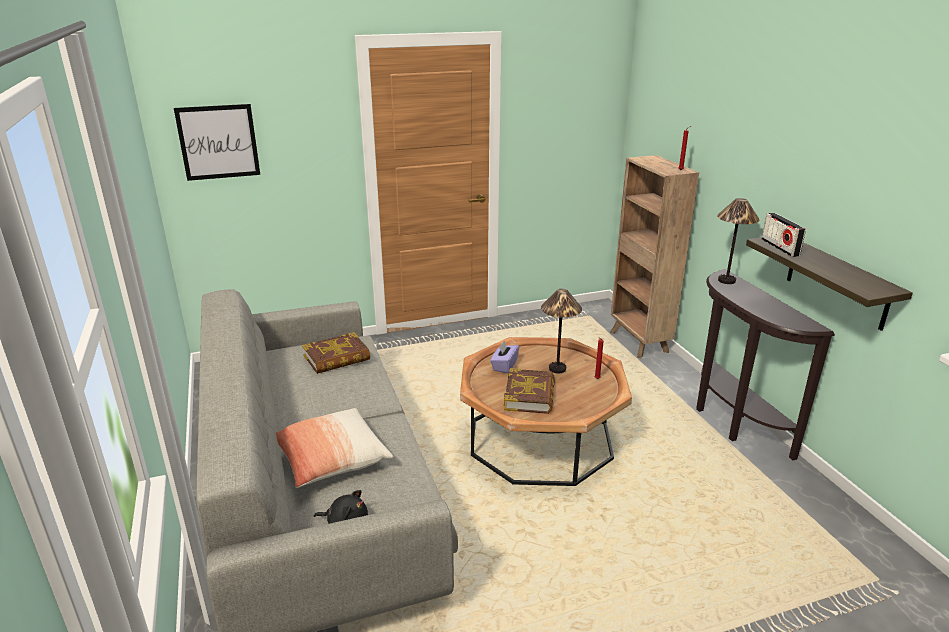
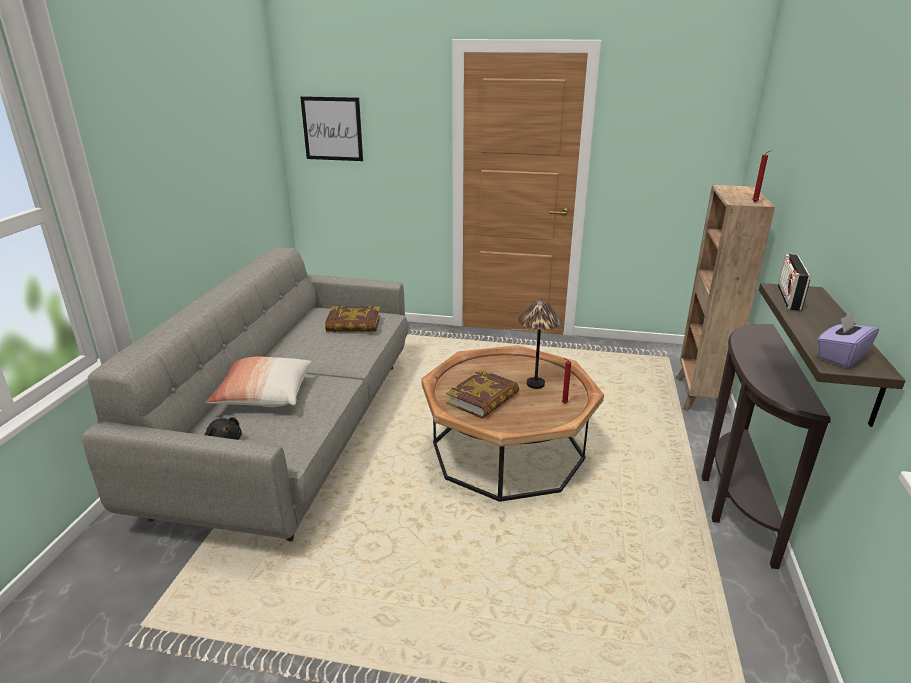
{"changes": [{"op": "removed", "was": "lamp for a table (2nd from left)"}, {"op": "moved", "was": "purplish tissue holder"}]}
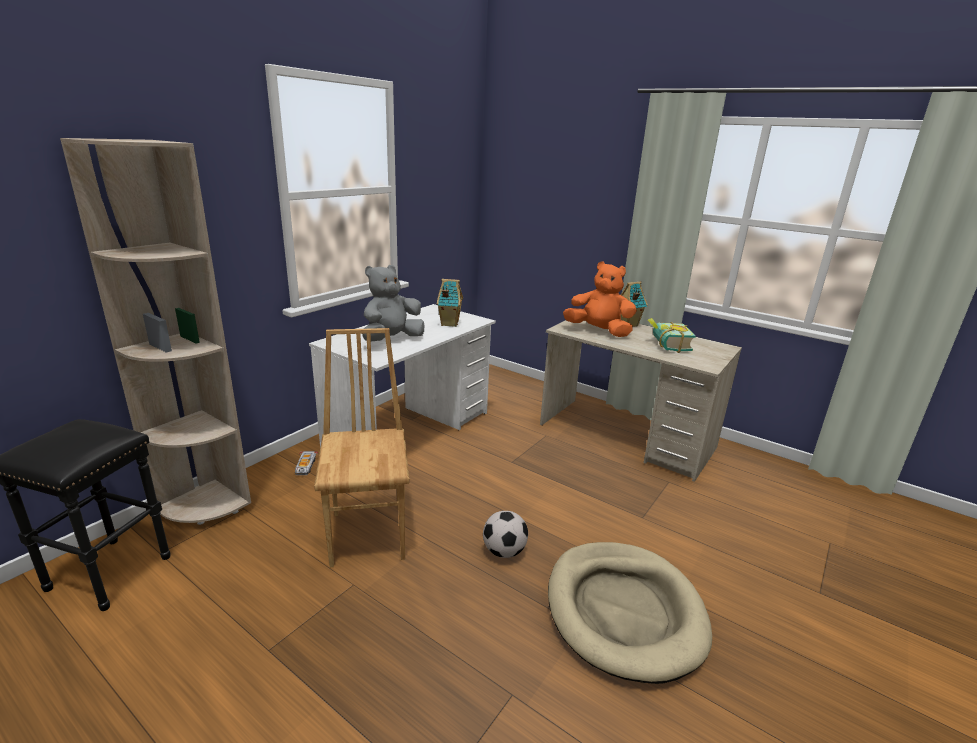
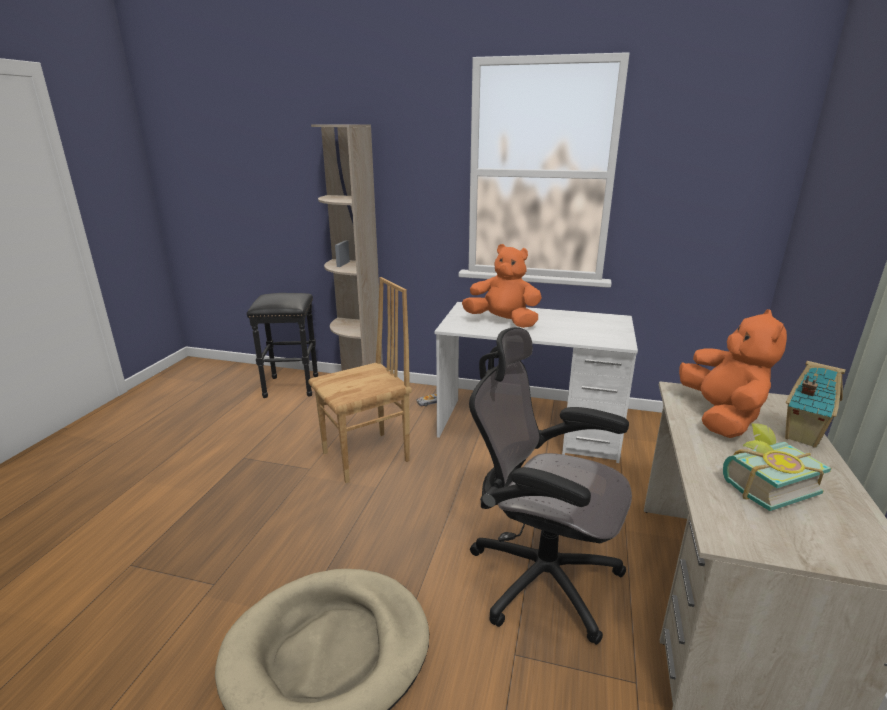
{"changes": [{"op": "recoloured", "was": "grey cuddly toy", "now": "orangey cuddly toy (1st from left)"}, {"op": "removed", "was": "toy house (1st from left)"}, {"op": "removed", "was": "football"}, {"op": "added", "now": "desk chair"}]}
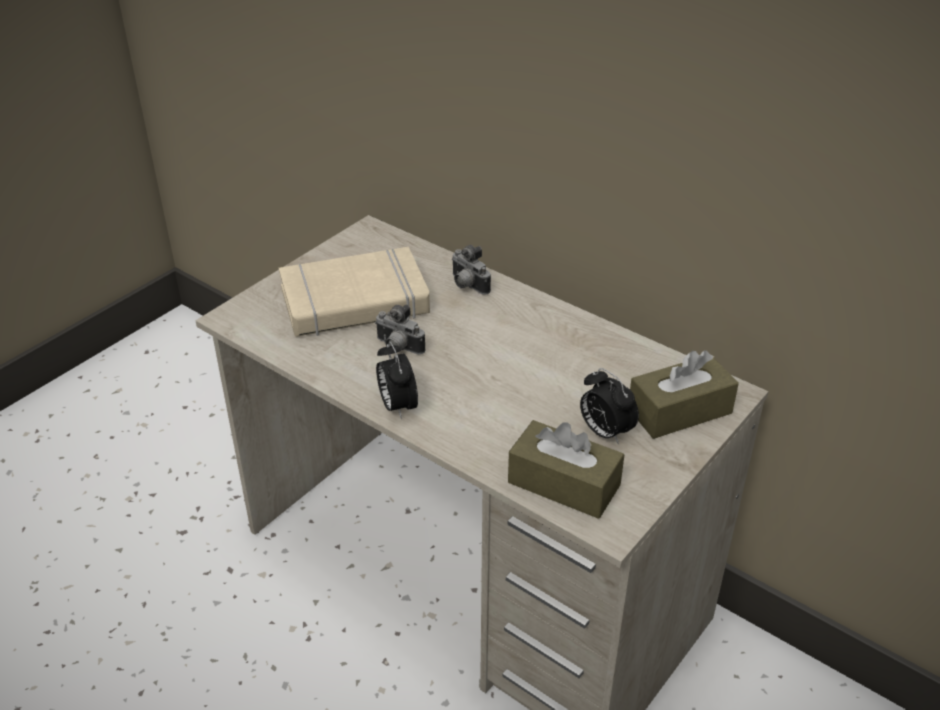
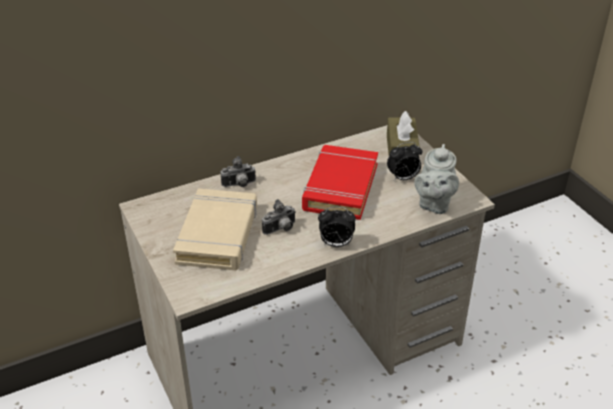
{"changes": [{"op": "replaced", "was": "brown-coloured tissue holder (1st from left)", "now": "grey tea pot"}, {"op": "added", "now": "red-coloured volume"}]}
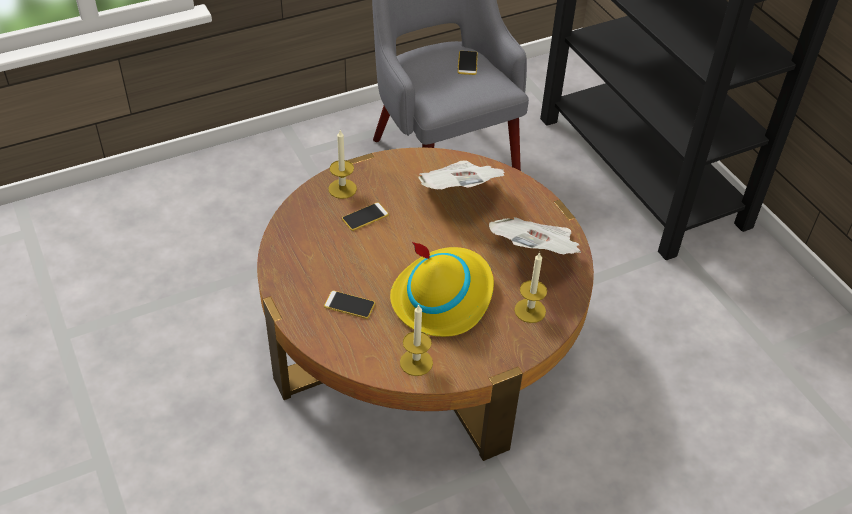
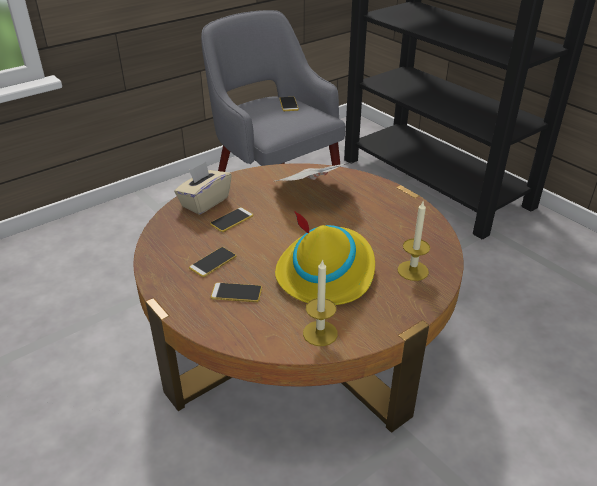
{"changes": [{"op": "replaced", "was": "wax candle (1st from left)", "now": "beige tissue holder"}, {"op": "removed", "was": "newspaper (2nd from left)"}, {"op": "added", "now": "telephone (1st from left)"}]}
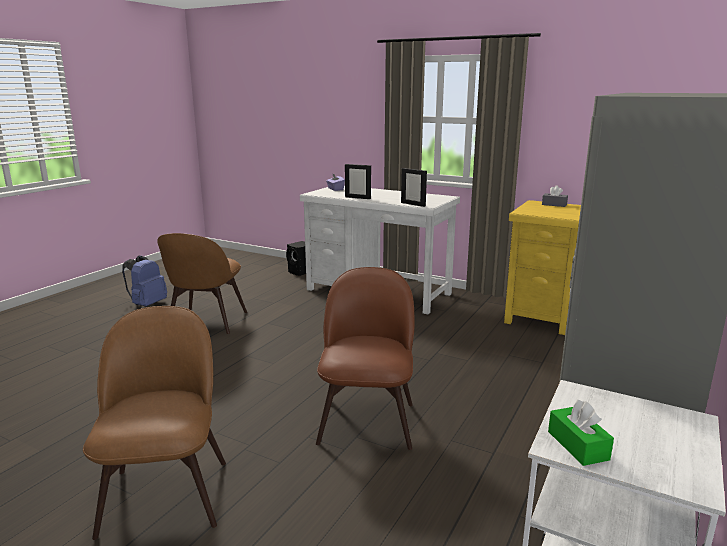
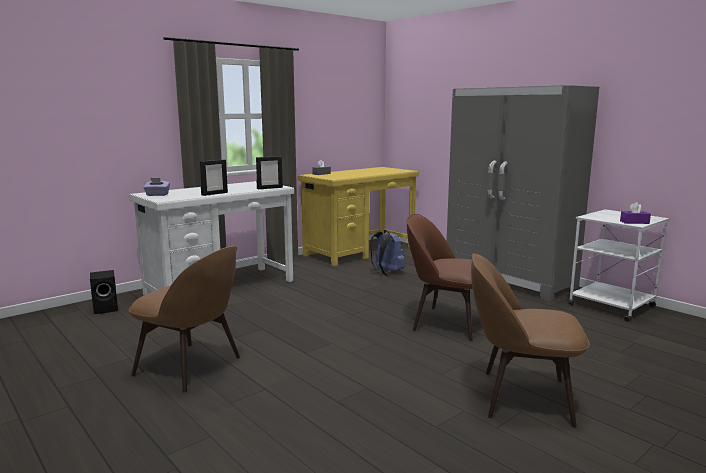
{"changes": [{"op": "moved", "was": "blue-coloured rucksack"}, {"op": "recoloured", "was": "green tissue holder", "now": "purplish tissue holder (2nd from left)"}]}
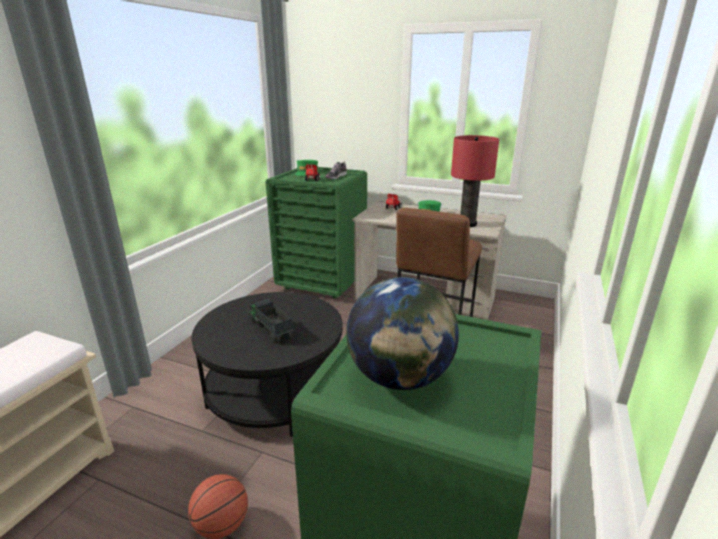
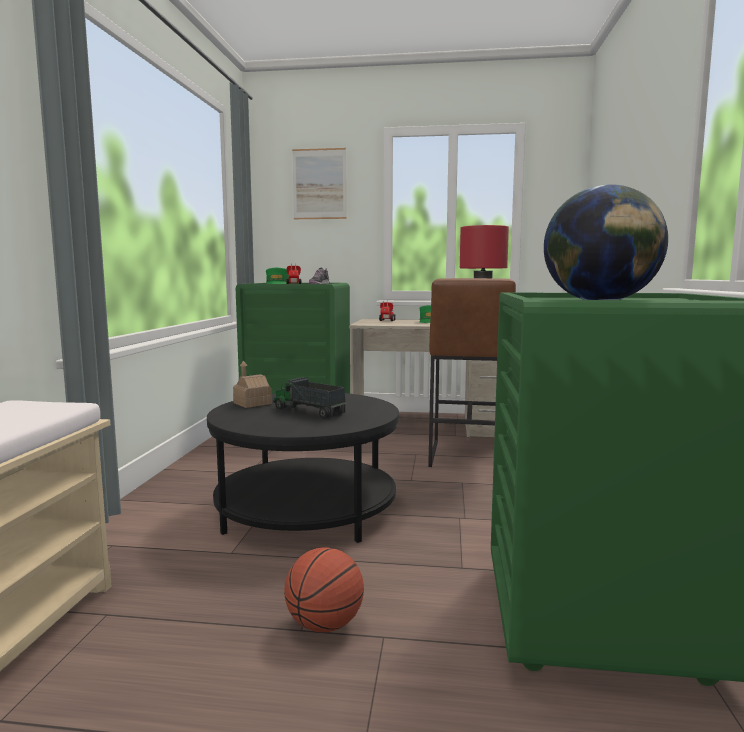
{"changes": [{"op": "added", "now": "picture"}, {"op": "added", "now": "toy house"}]}
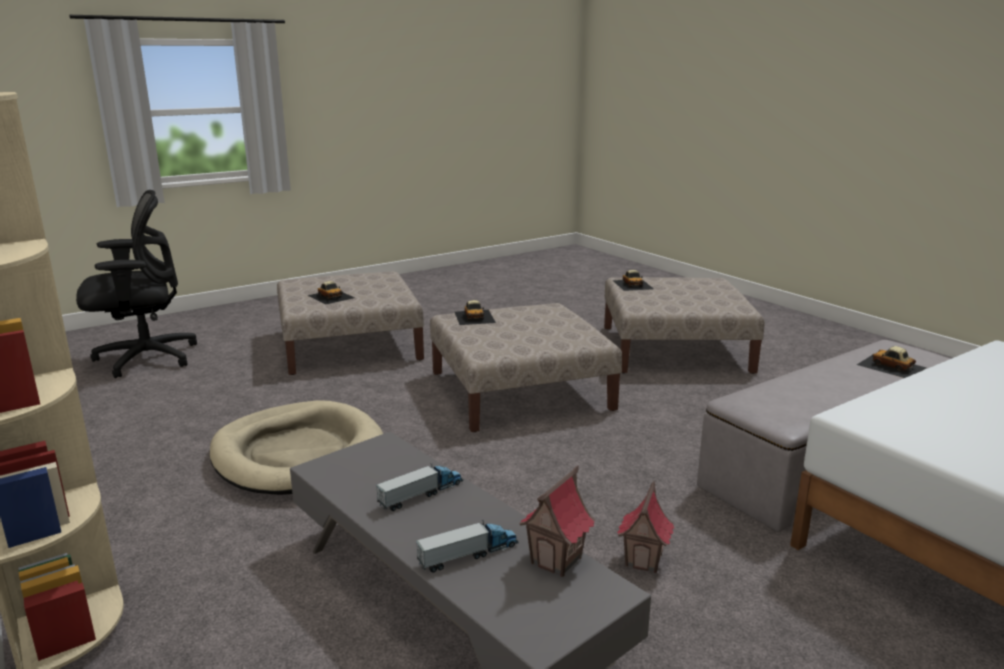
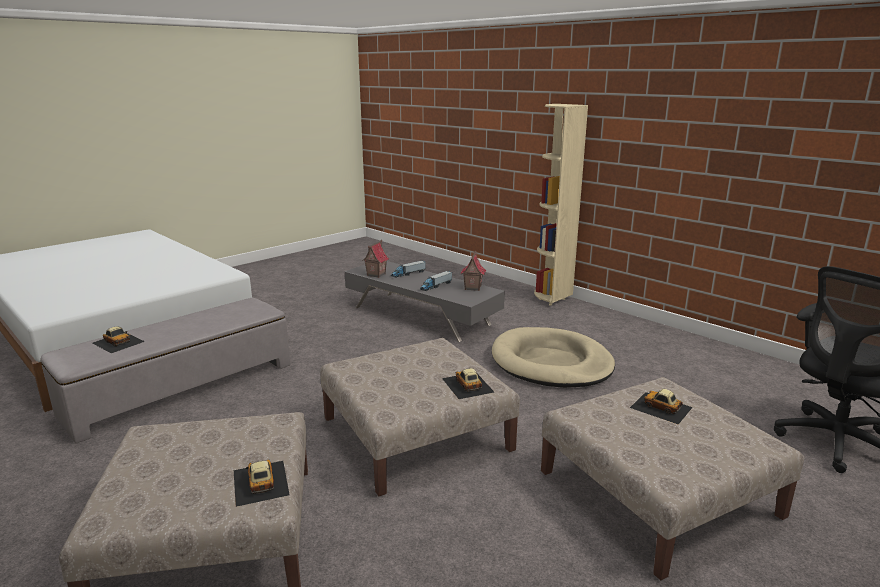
{"changes": [{"op": "moved", "was": "toy house (2nd from left)"}]}
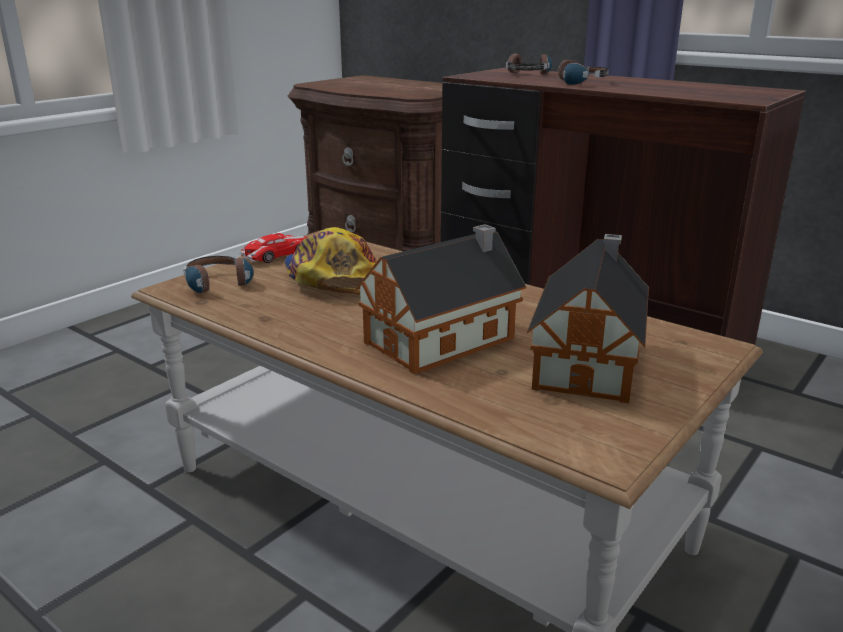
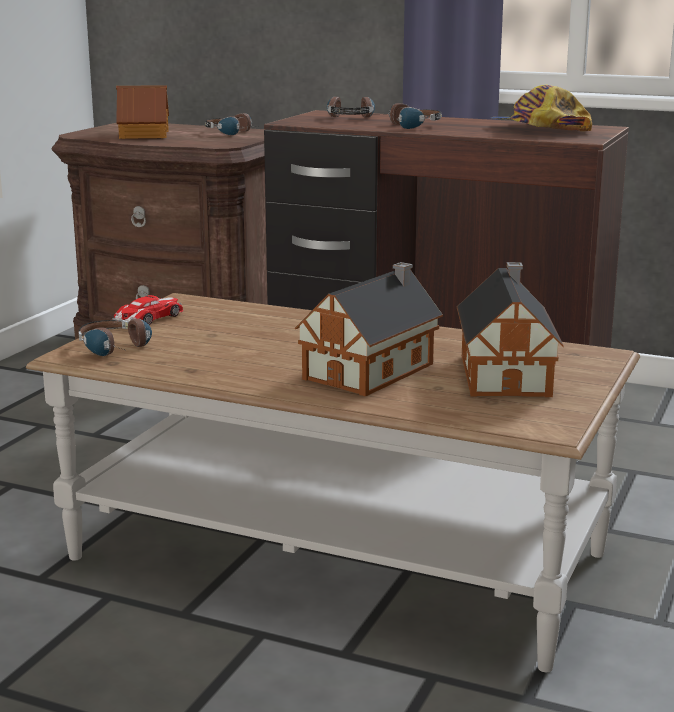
{"changes": [{"op": "moved", "was": "cap"}, {"op": "added", "now": "toy house (1st from left)"}, {"op": "added", "now": "headphones (2nd from left)"}]}
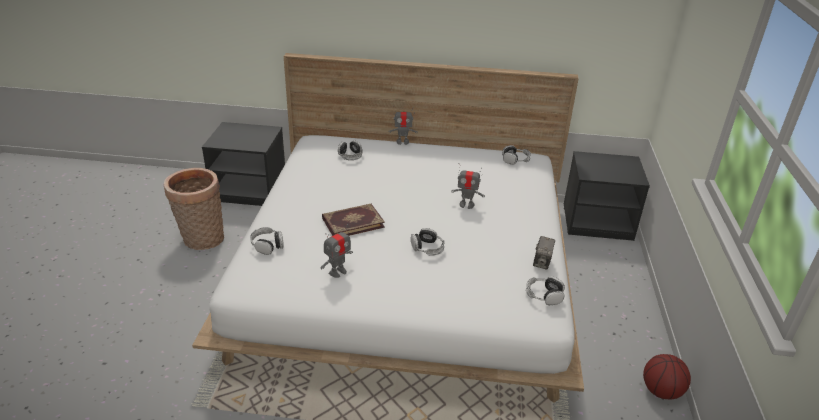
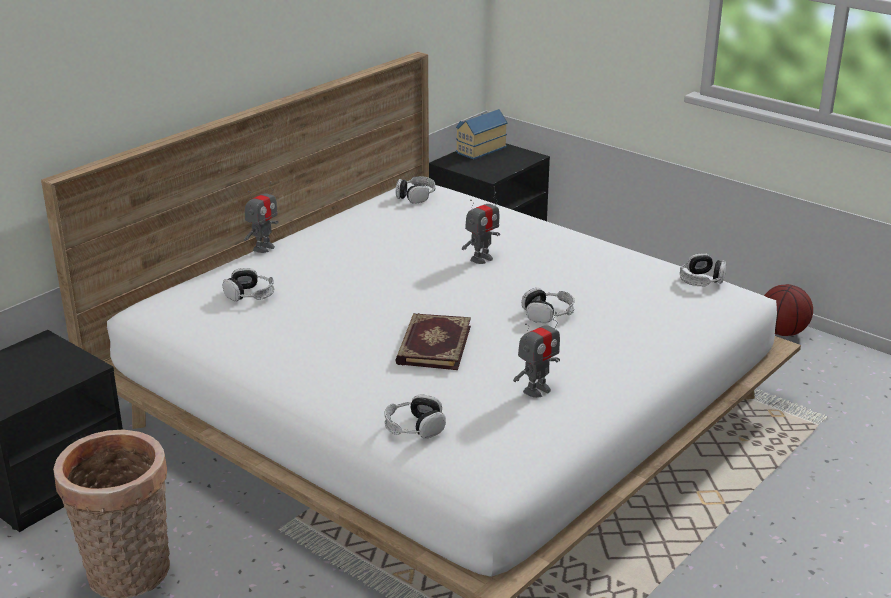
{"changes": [{"op": "turned", "was": "robot figure (1st from left in the first image)", "clockwise": 60}, {"op": "removed", "was": "photo camera"}, {"op": "added", "now": "toy house"}]}
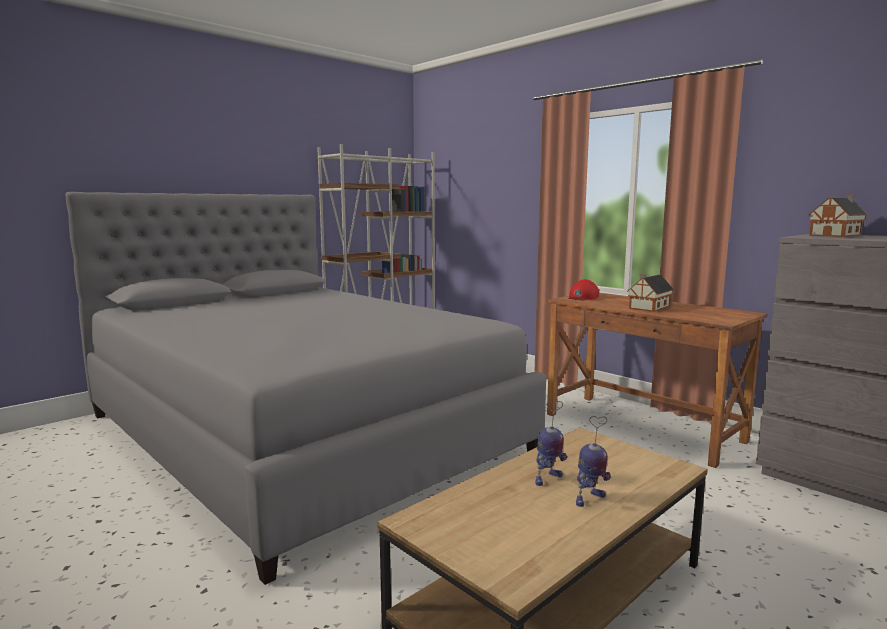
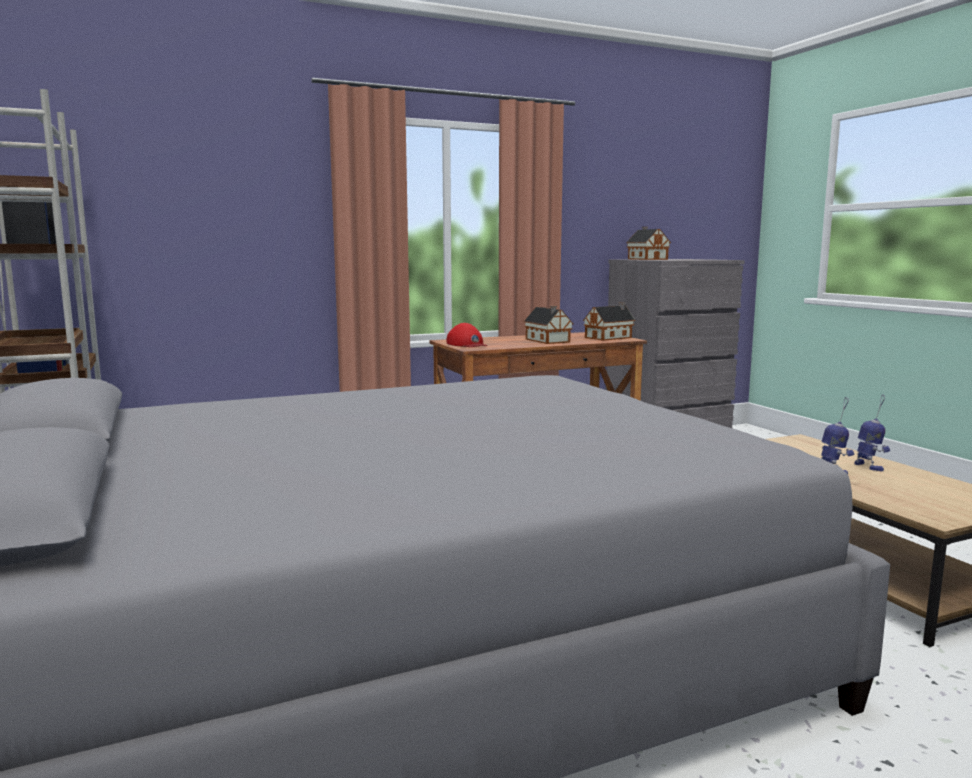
{"changes": [{"op": "added", "now": "toy house (2nd from left)"}]}
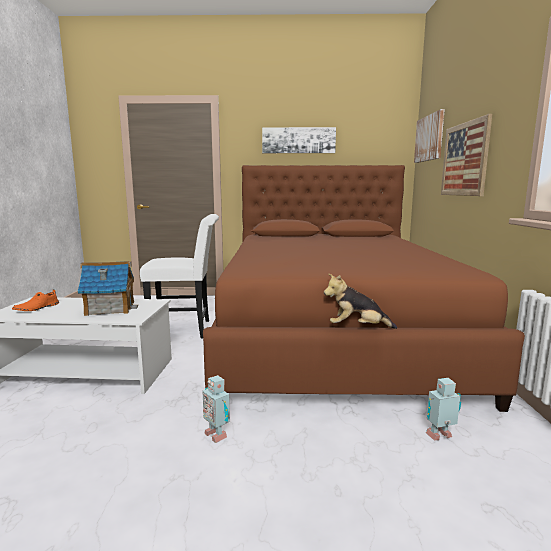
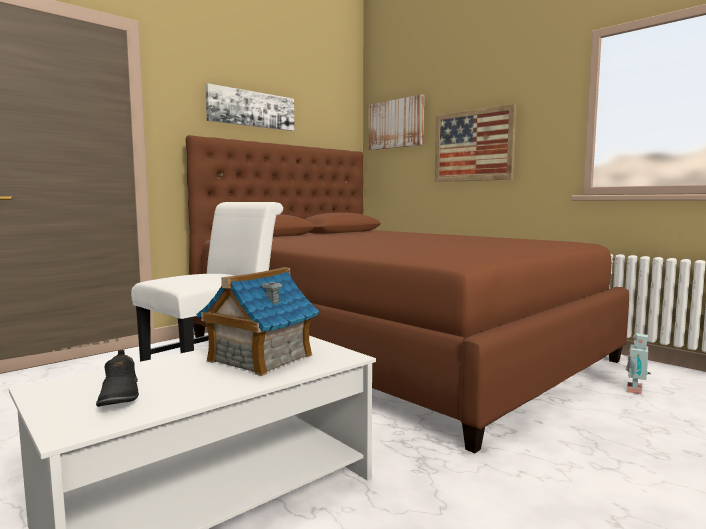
{"changes": [{"op": "removed", "was": "cuddly toy"}, {"op": "recoloured", "was": "orangey item of footwear", "now": "black-coloured item of footwear"}, {"op": "removed", "was": "robot figure (1st from left)"}]}
